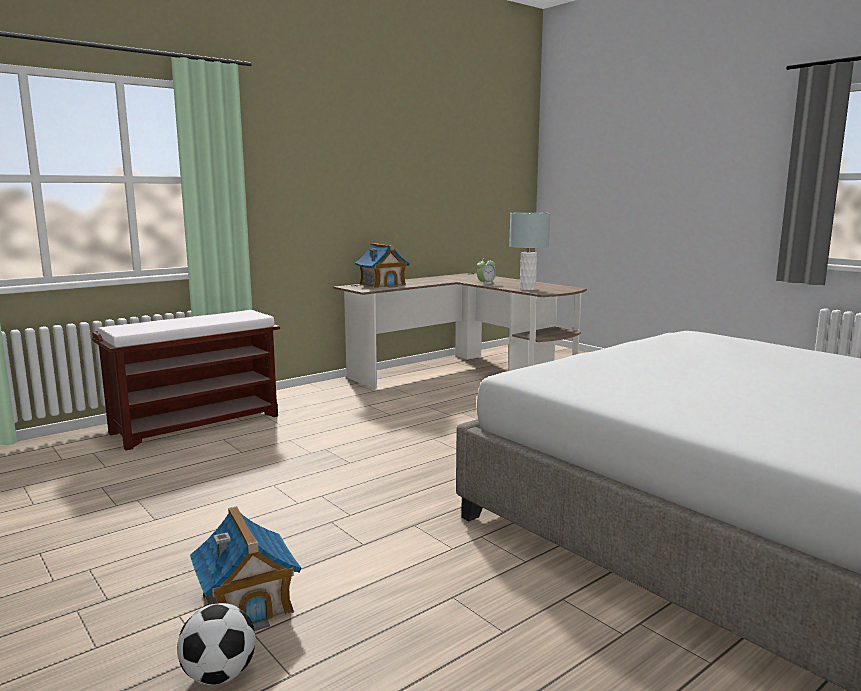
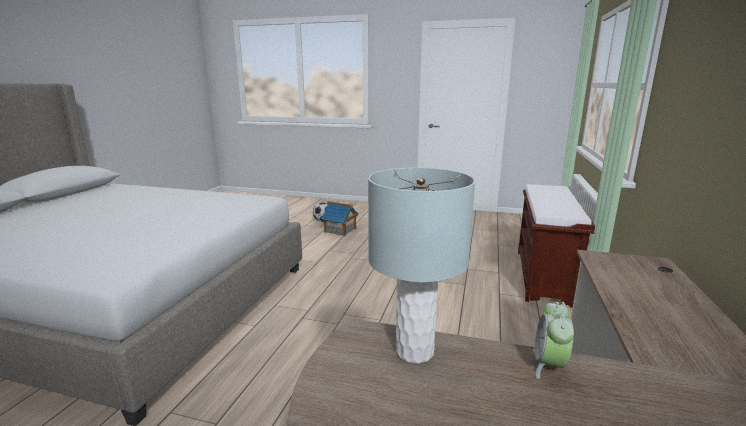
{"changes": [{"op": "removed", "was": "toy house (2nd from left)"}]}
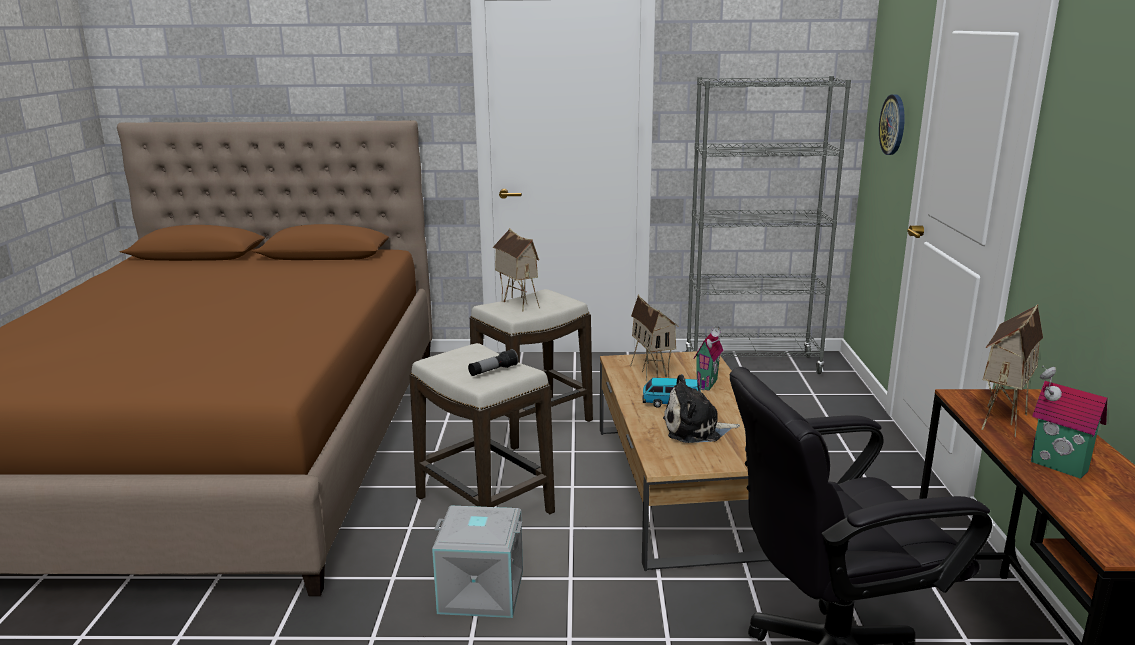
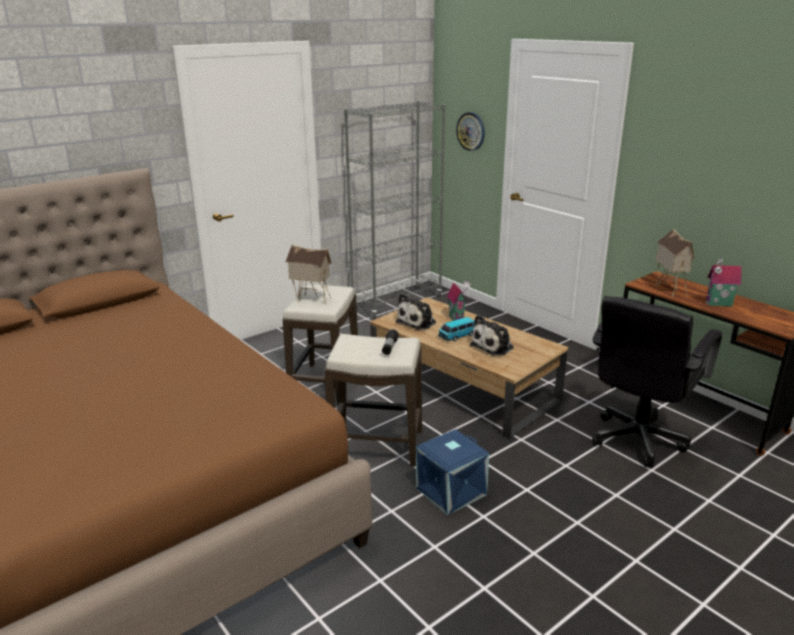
{"changes": [{"op": "replaced", "was": "toy house (2nd from left)", "now": "cuddly toy (1st from left)"}, {"op": "recoloured", "was": "grey storage box", "now": "blue-coloured storage box"}]}
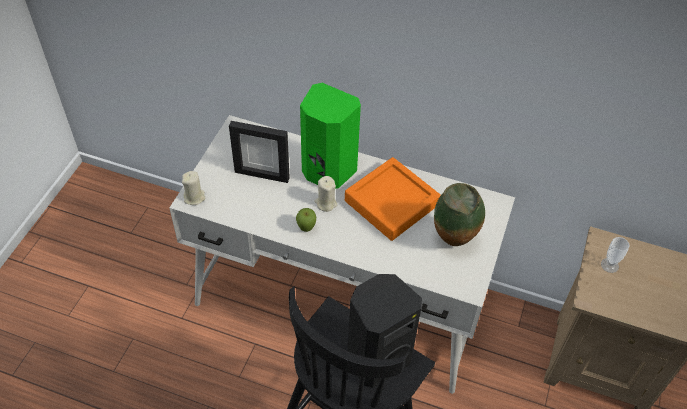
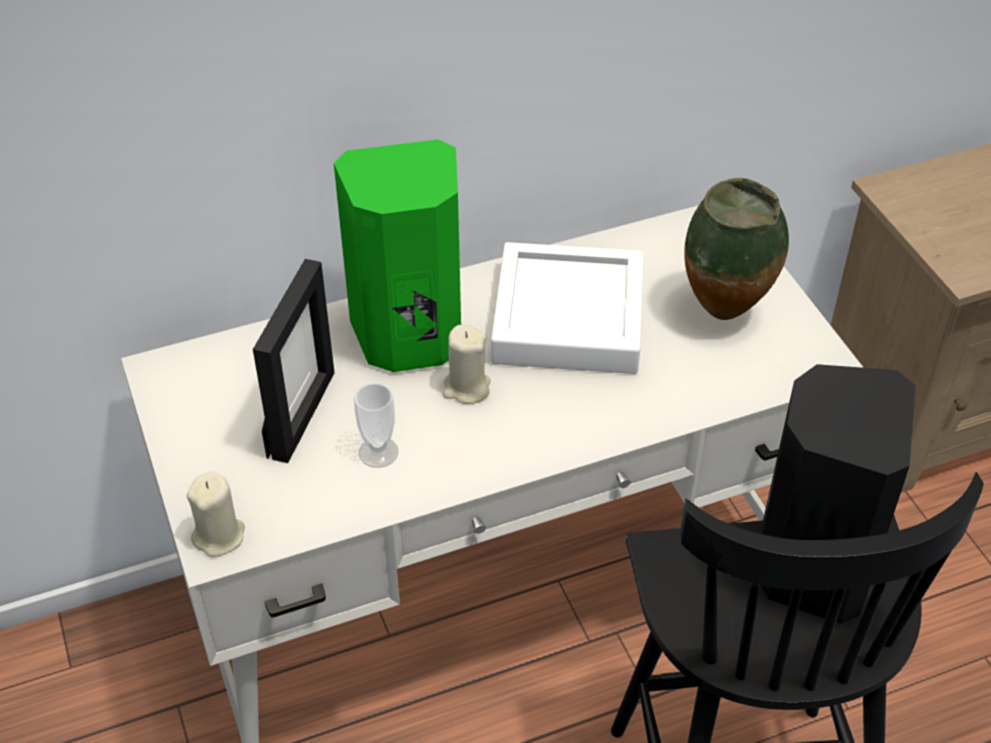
{"changes": [{"op": "turned", "was": "standing frame", "clockwise": -45}, {"op": "recoloured", "was": "orangey serving tray", "now": "white serving tray"}, {"op": "removed", "was": "apple fruit"}, {"op": "moved", "was": "small cup"}]}
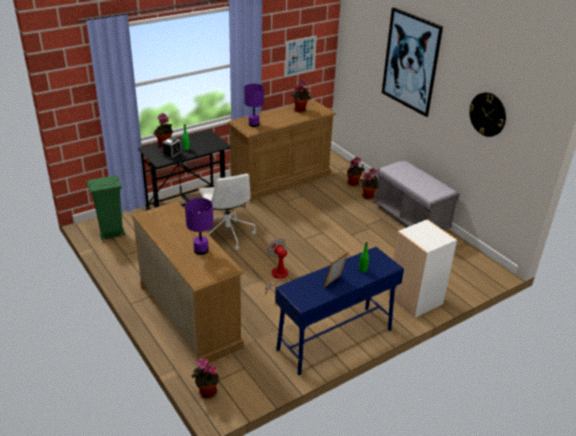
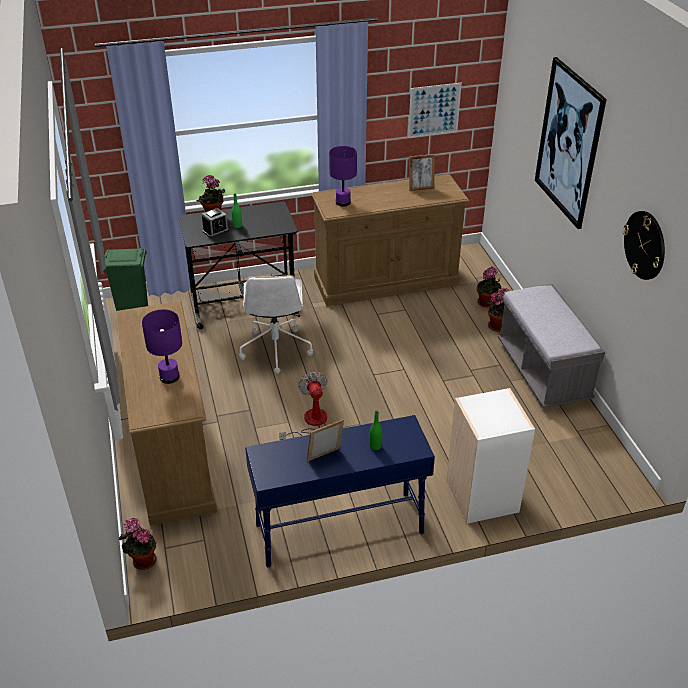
{"changes": [{"op": "replaced", "was": "plant in a pot (3rd from left)", "now": "standing frame (2nd from left)"}]}
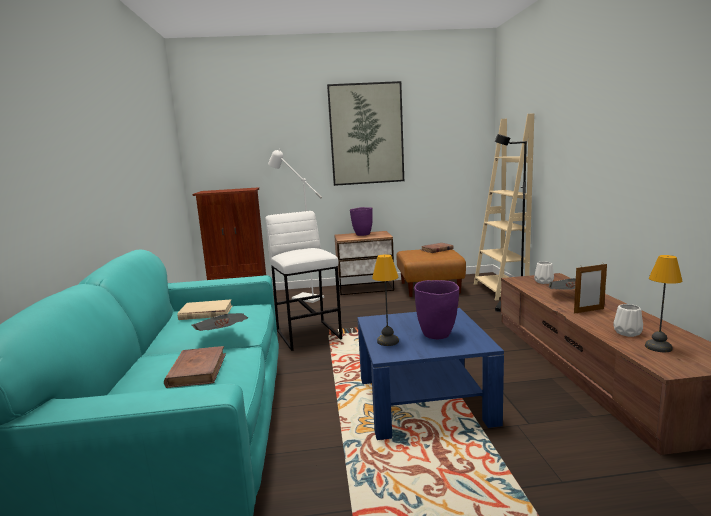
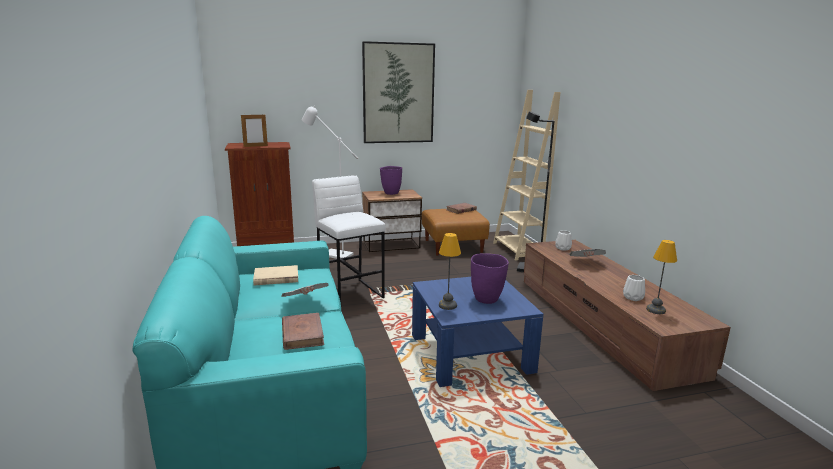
{"changes": [{"op": "moved", "was": "standing frame"}]}
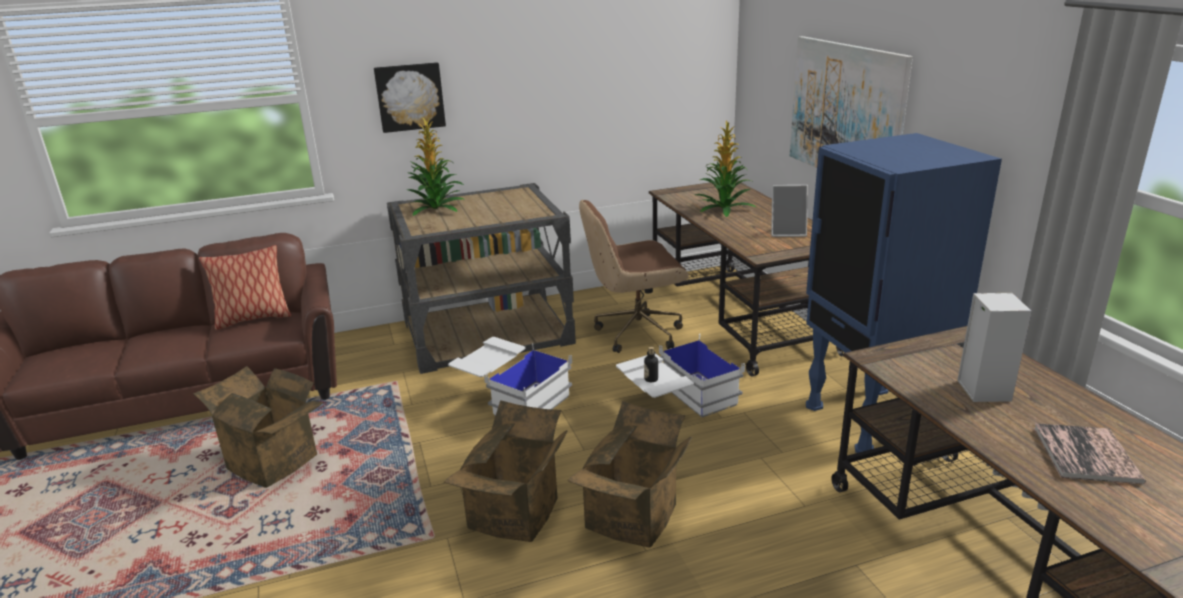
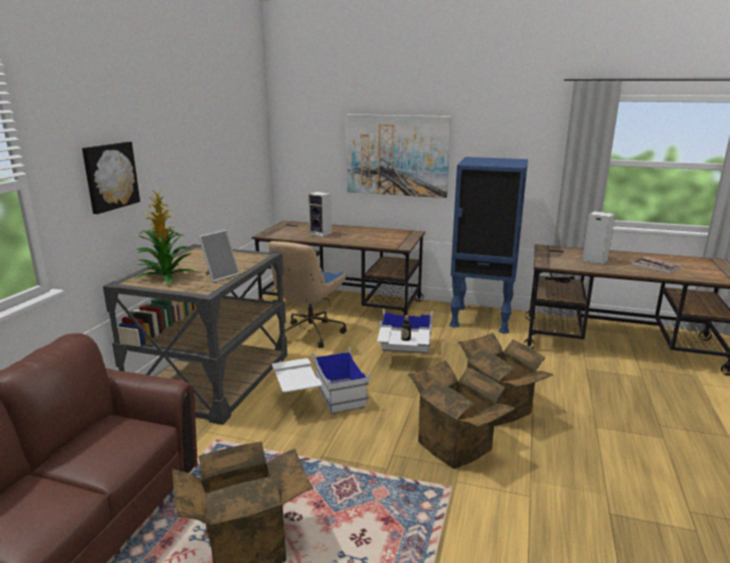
{"changes": [{"op": "replaced", "was": "plant in a pot (2nd from left)", "now": "audio speaker (1st from left)"}, {"op": "moved", "was": "standing frame"}, {"op": "recoloured", "was": "brown-coloured desk chair", "now": "blue-coloured desk chair"}, {"op": "removed", "was": "cushion"}]}
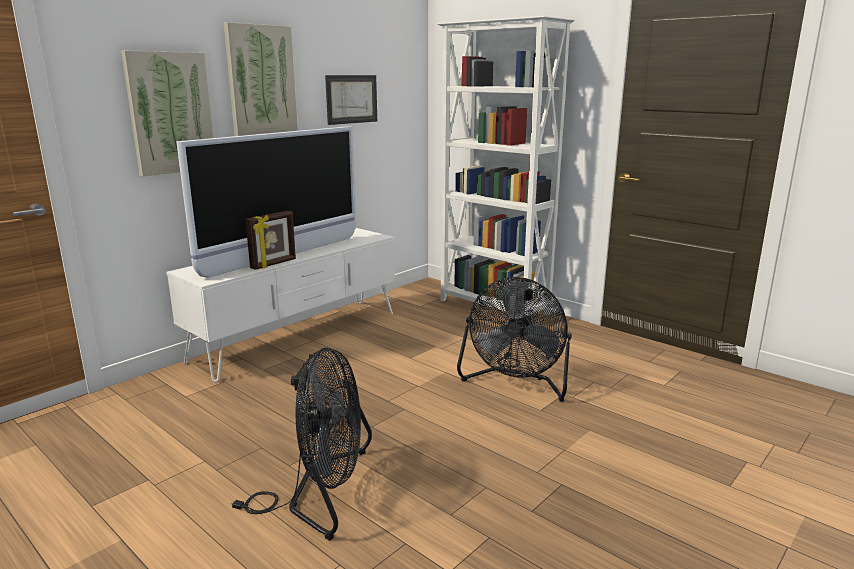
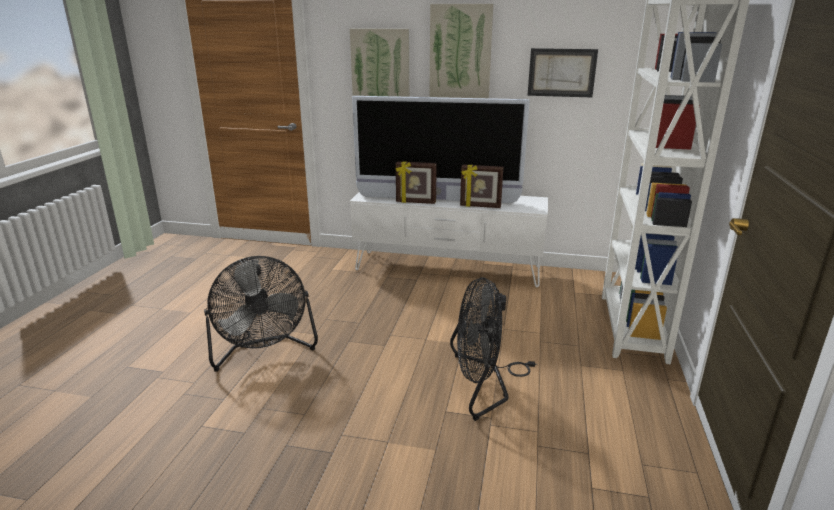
{"changes": [{"op": "added", "now": "standing frame (2nd from left)"}]}
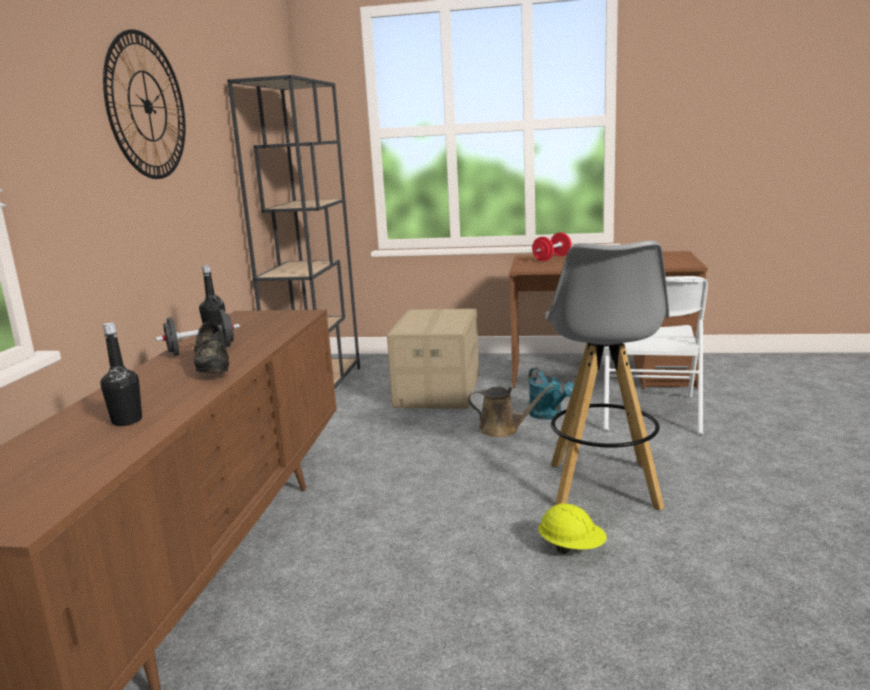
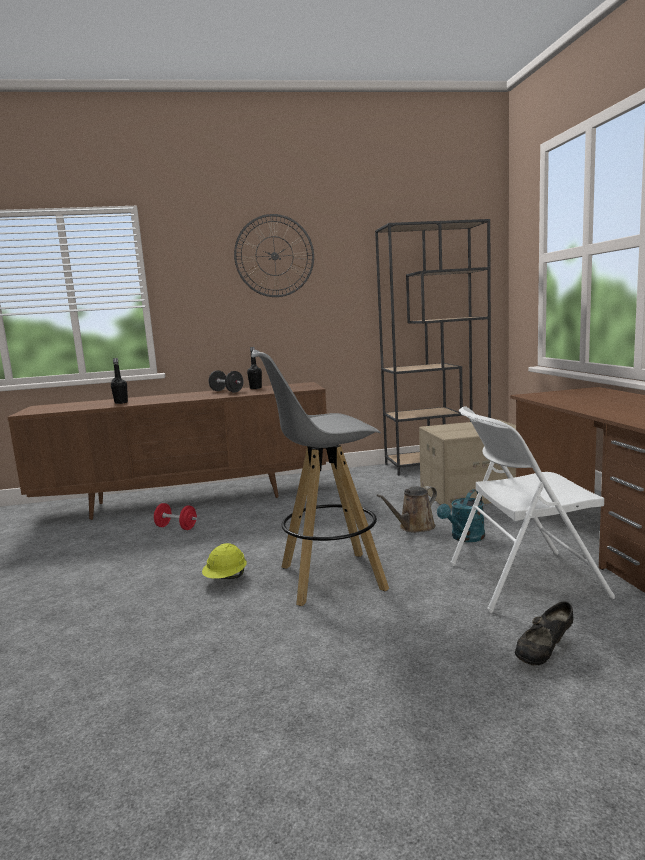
{"changes": [{"op": "moved", "was": "red-coloured free weight"}, {"op": "moved", "was": "black-coloured item of footwear"}, {"op": "turned", "was": "brown-coloured sprinkling can", "clockwise": 60}]}
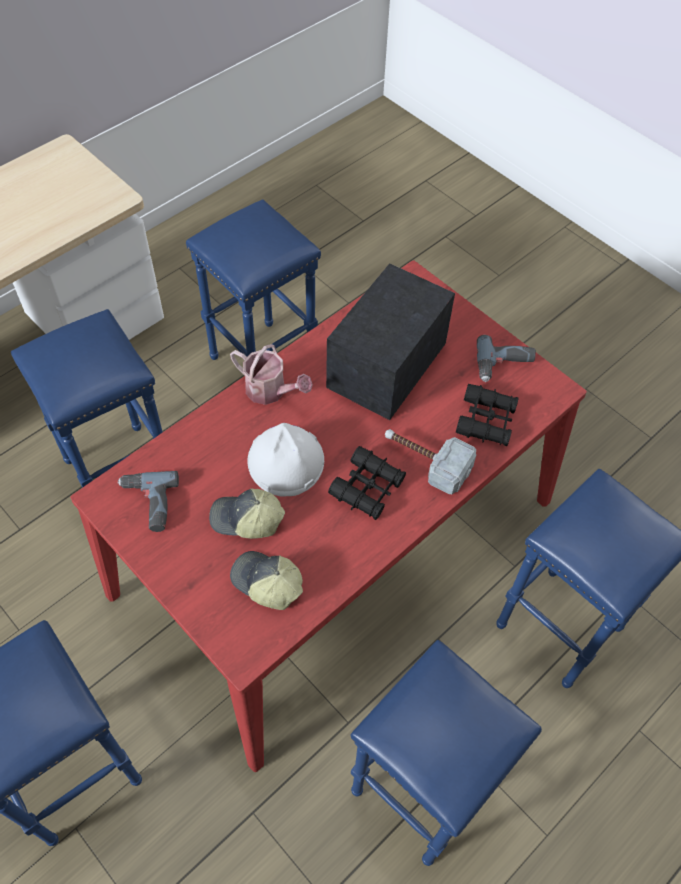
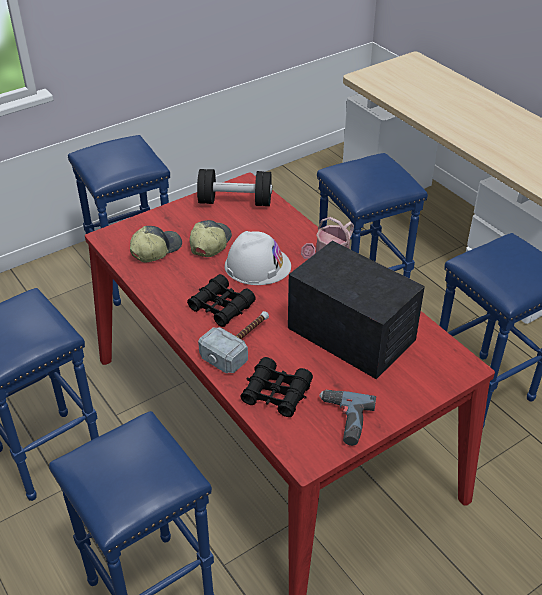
{"changes": [{"op": "replaced", "was": "electric drill (1st from left)", "now": "black-coloured free weight"}]}
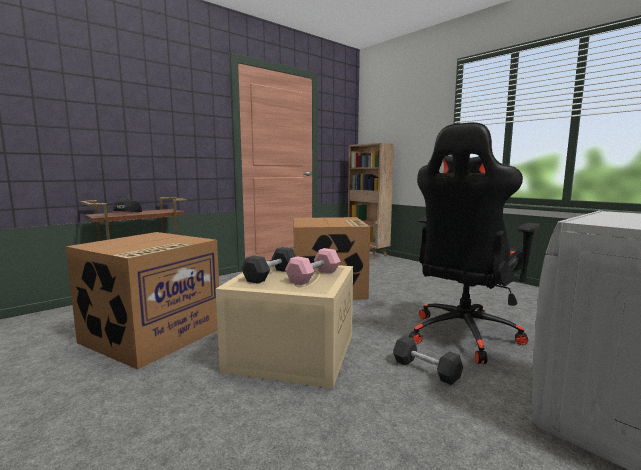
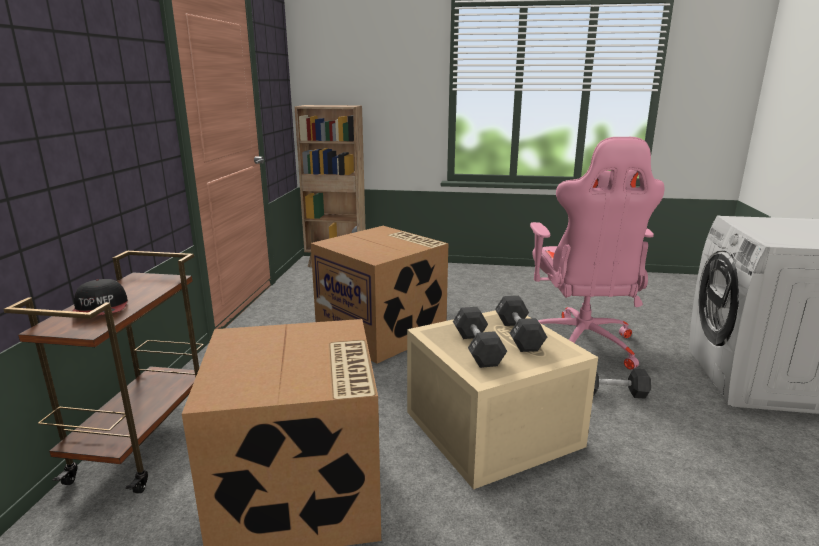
{"changes": [{"op": "recoloured", "was": "black-coloured desk chair", "now": "pinkish desk chair"}, {"op": "recoloured", "was": "pinkish free weight", "now": "black-coloured free weight (2nd from left)"}]}
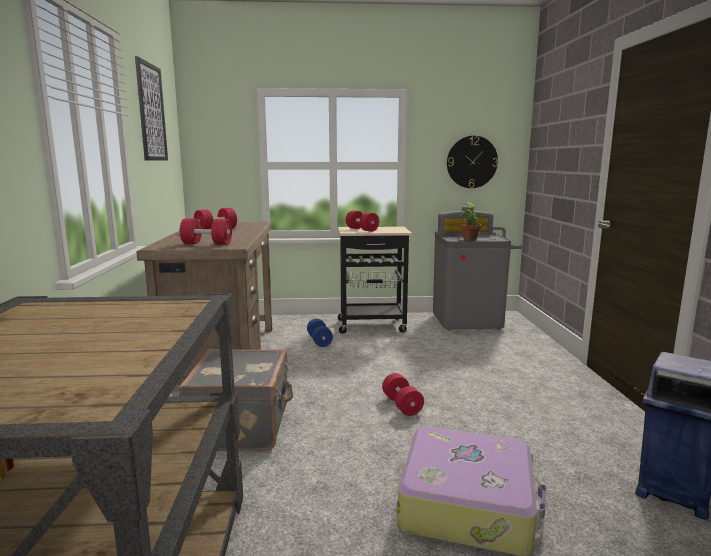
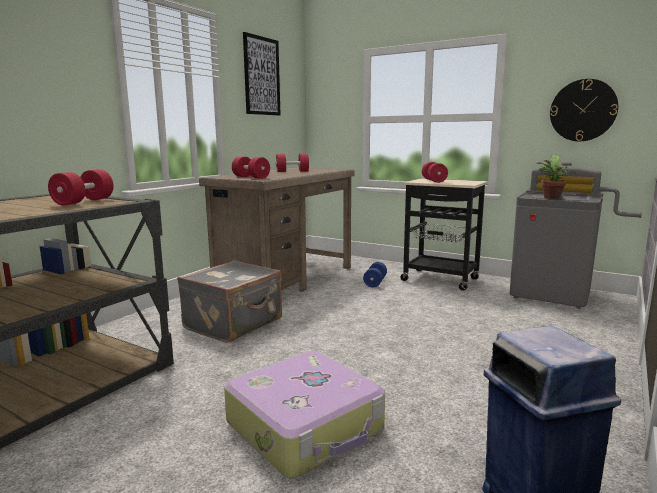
{"changes": [{"op": "moved", "was": "red-coloured free weight (4th from left in the first image)", "now": "red-coloured free weight (1st from left)"}]}
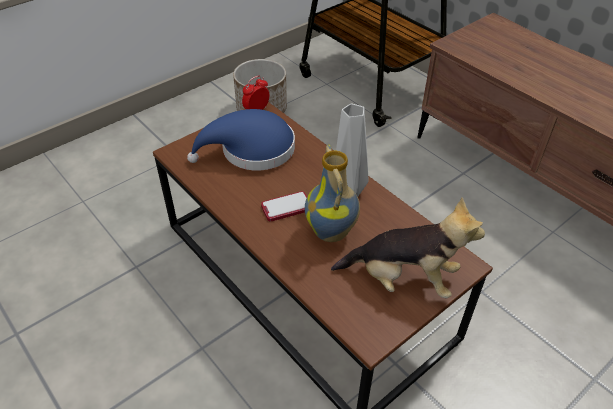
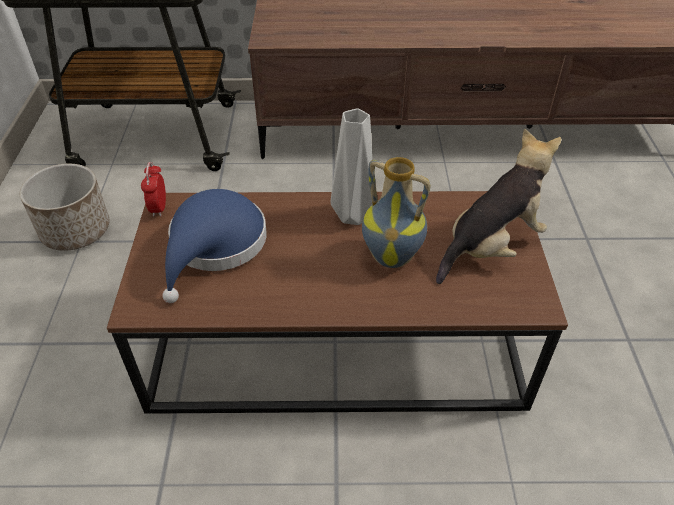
{"changes": [{"op": "removed", "was": "telephone"}]}
